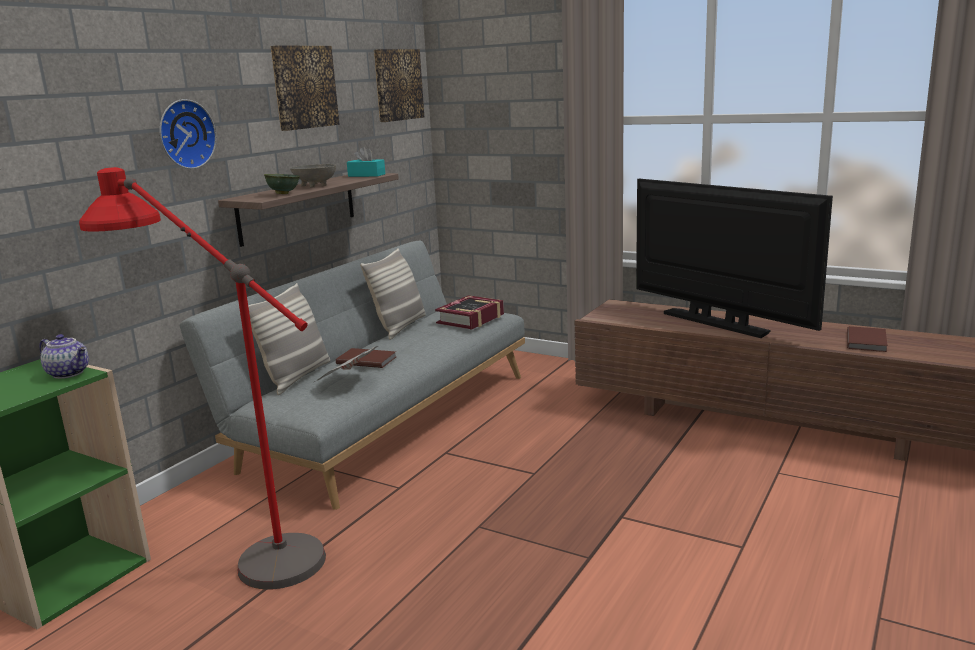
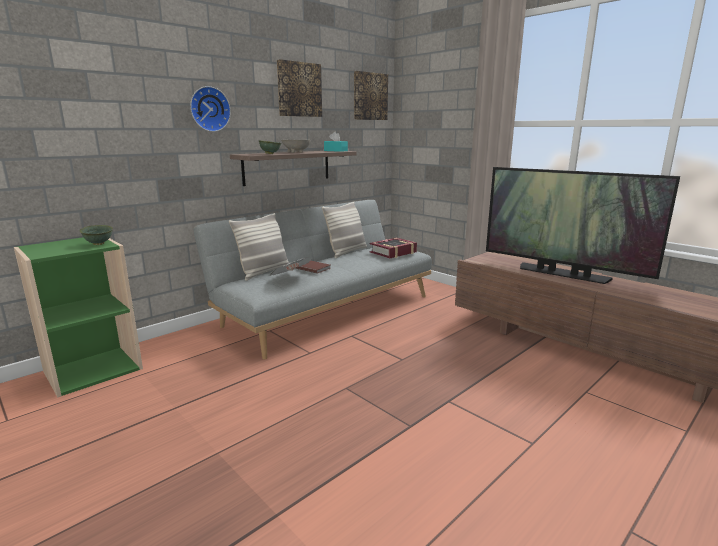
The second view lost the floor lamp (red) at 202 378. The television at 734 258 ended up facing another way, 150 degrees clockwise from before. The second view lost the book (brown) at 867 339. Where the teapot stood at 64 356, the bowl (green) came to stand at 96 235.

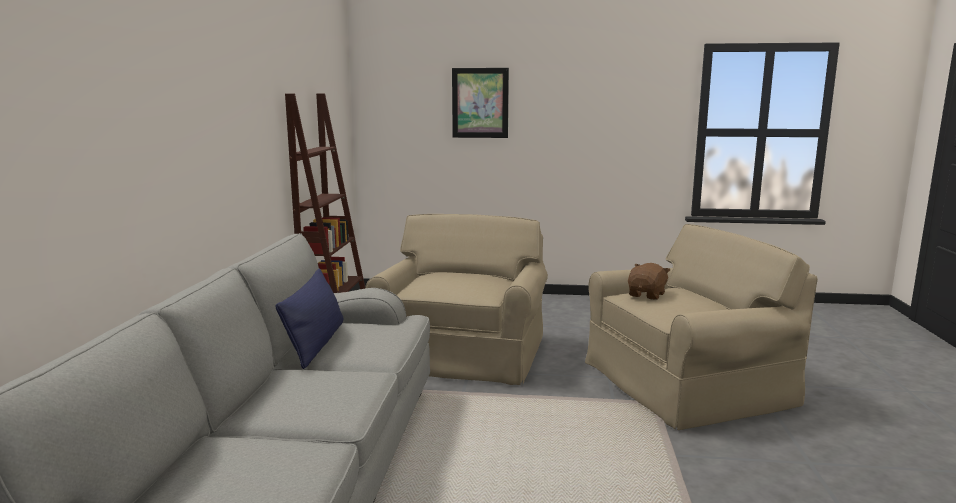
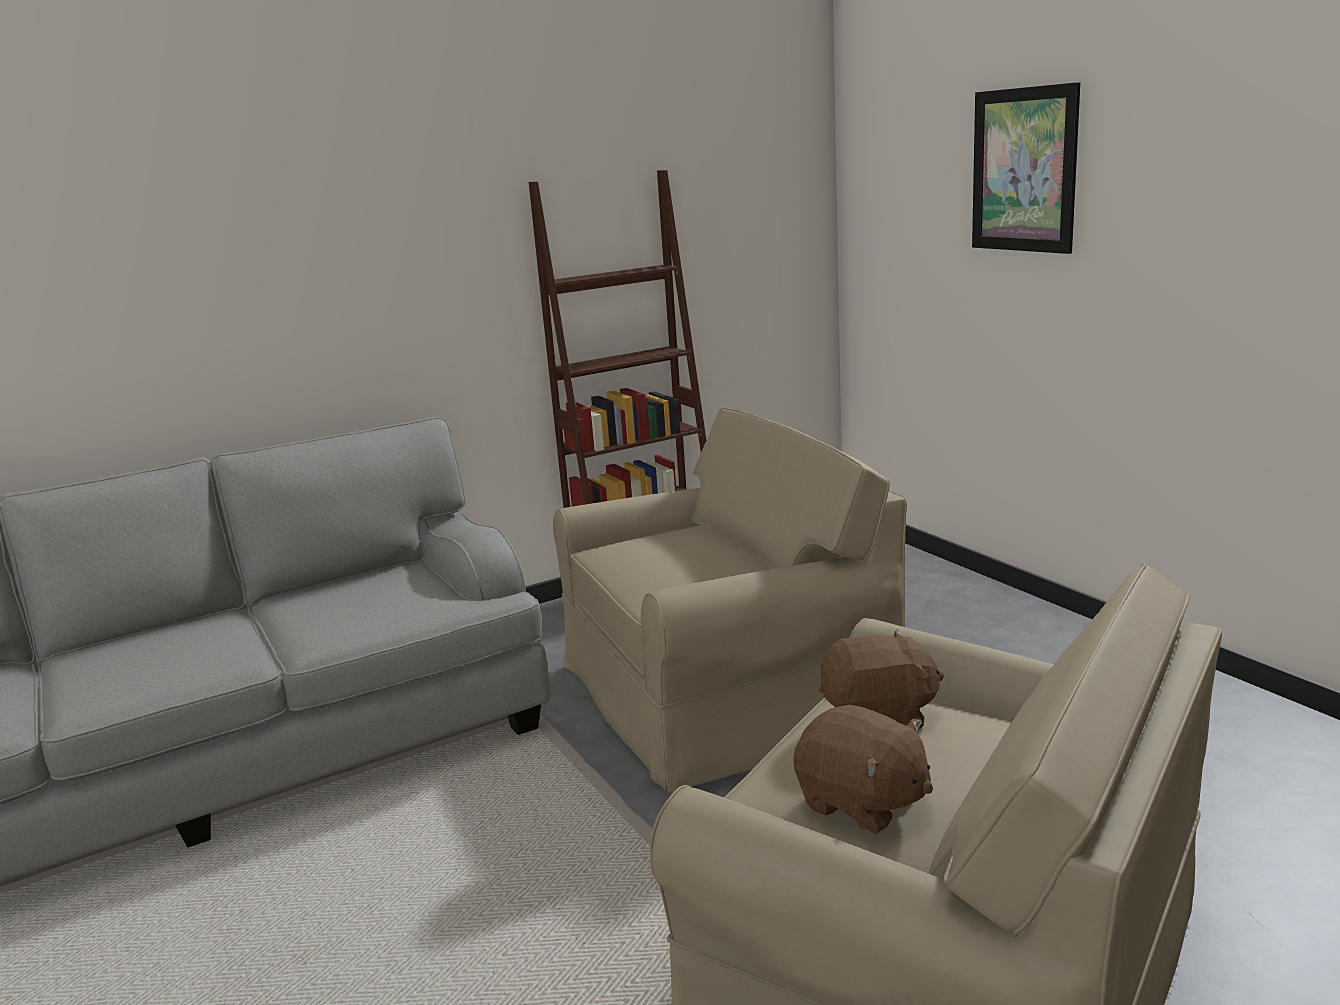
The second view lost the pillow (blue) at 309 318. The second view gained the plush toy (brown) at 863 769.

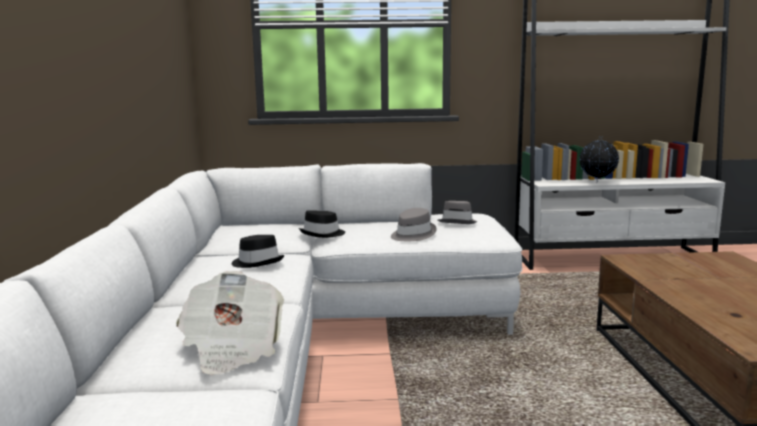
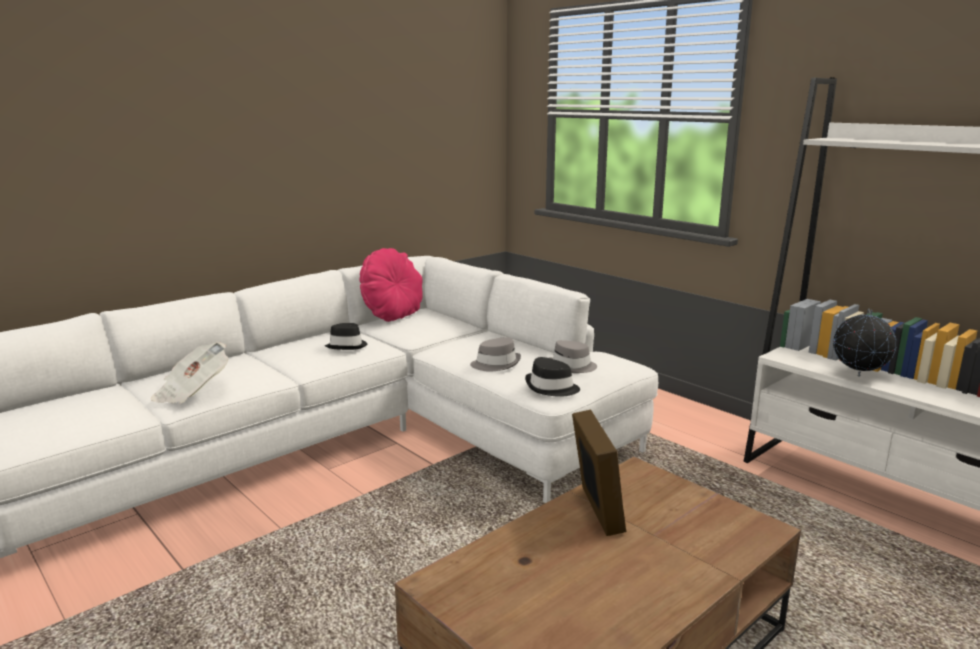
The hat (black) ended up elsewhere, having gone from 322 224 to 552 377. The second view gained the pillow (pink) at 391 285. The second view gained the picture frame at 599 473.

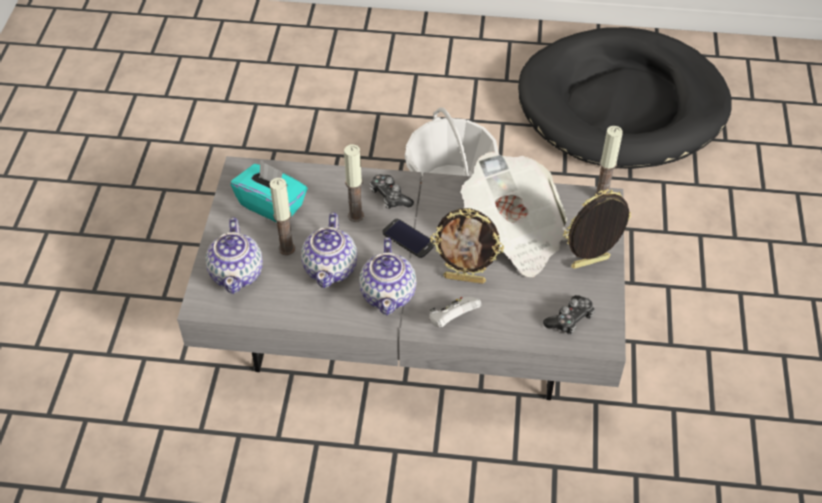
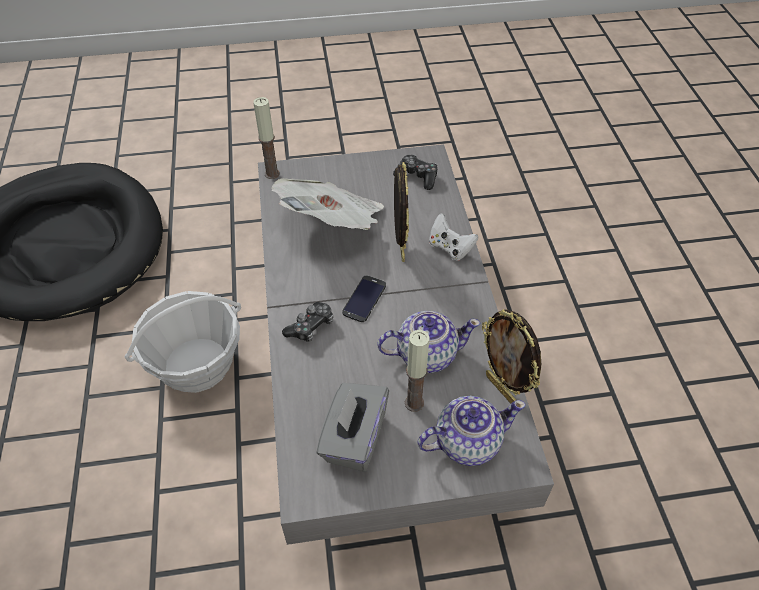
The second view lost the candle at 354 183. What was the tissue box (turquoise) at 269 191 turned into the tissue box (grey) at 352 427. The picture frame ended up elsewhere, having gone from 597 229 to 511 356. The second view lost the teapot at 387 276.

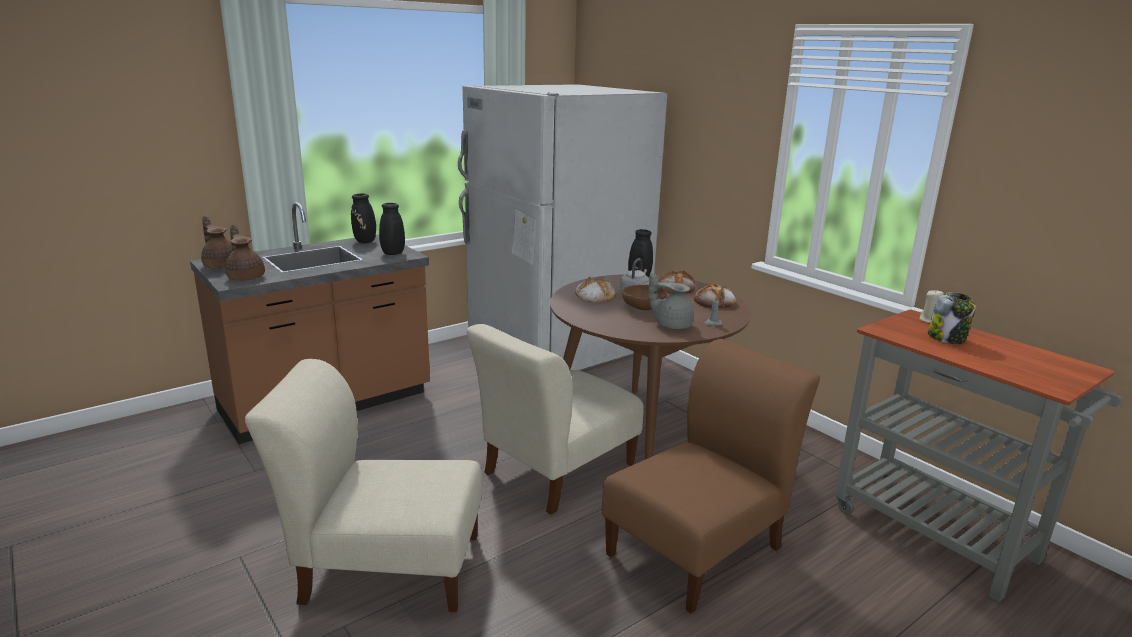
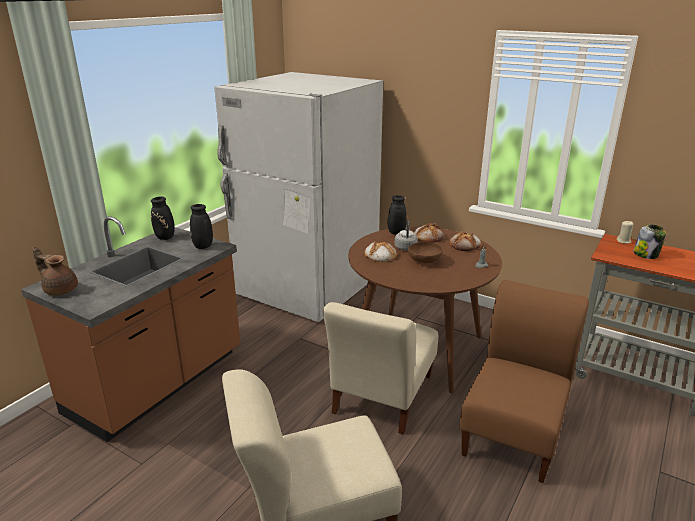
The second view lost the teapot (brown) at 245 253. The second view lost the teapot (grey) at 671 301.

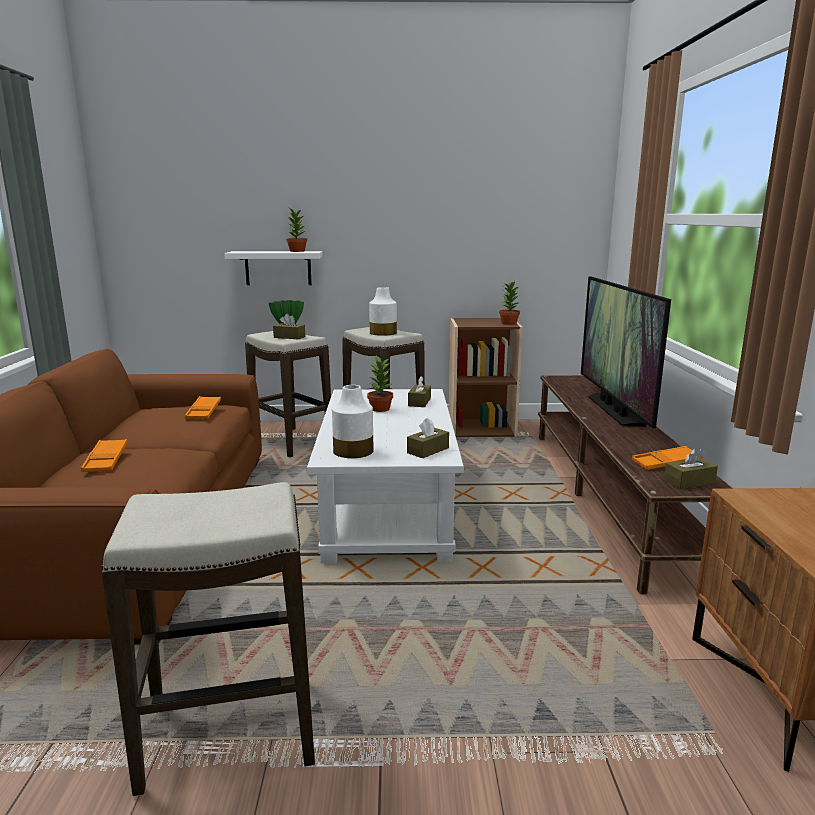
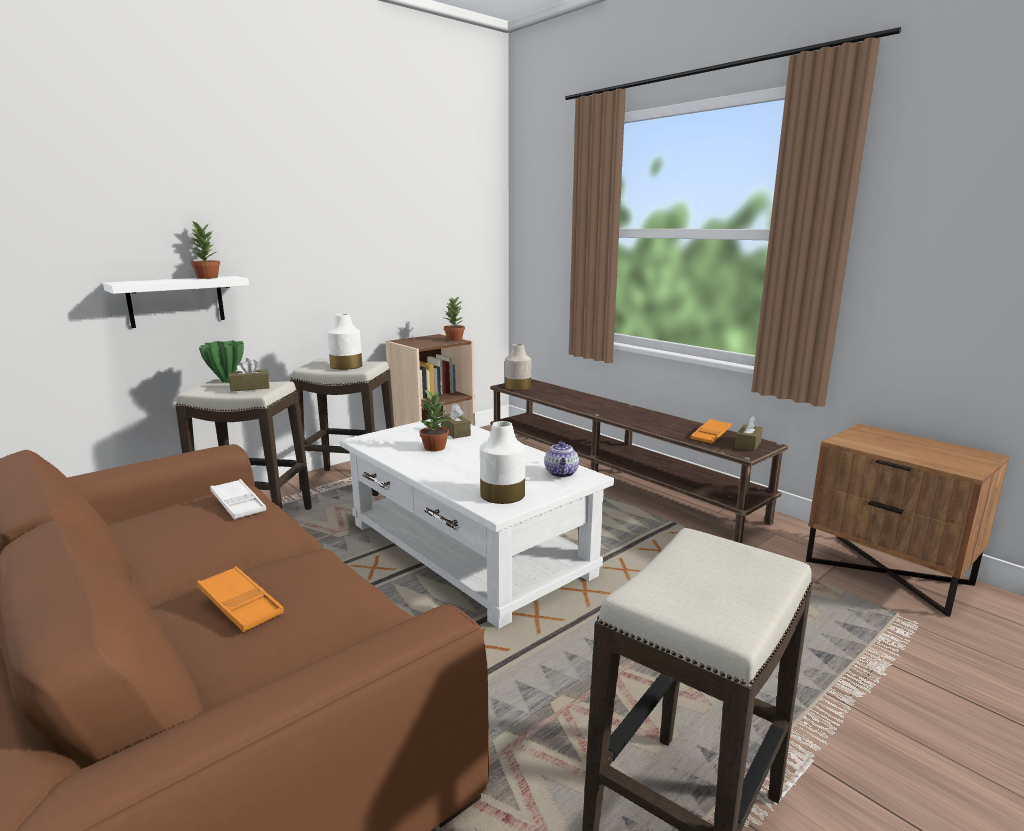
The second view lost the television at 626 352. What was the tray (orange) at 203 407 turned into the tray (white) at 238 499. Where the tissue box (brown) stood at 428 438, the teapot came to stand at 561 459. The second view gained the vase (beige) at 518 367.

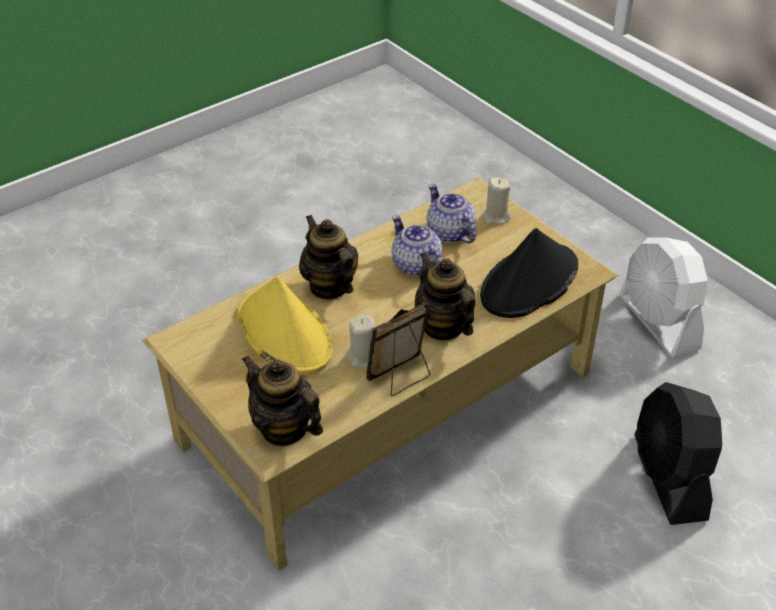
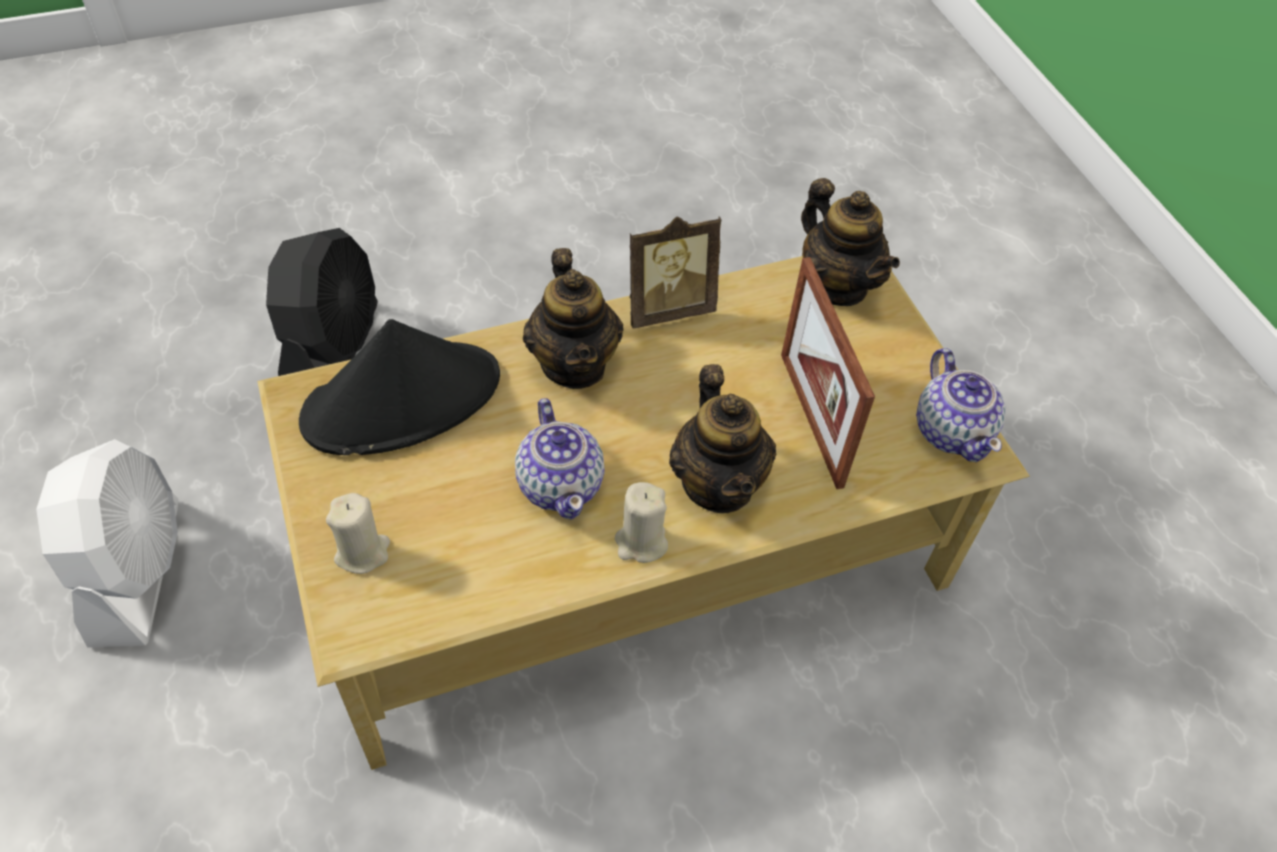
The teapot ended up elsewhere, having gone from 452 213 to 961 405. Where the hat (yellow) stood at 285 325, the picture frame came to stand at 828 373. The candle (beige) ended up elsewhere, having gone from 360 341 to 641 522.

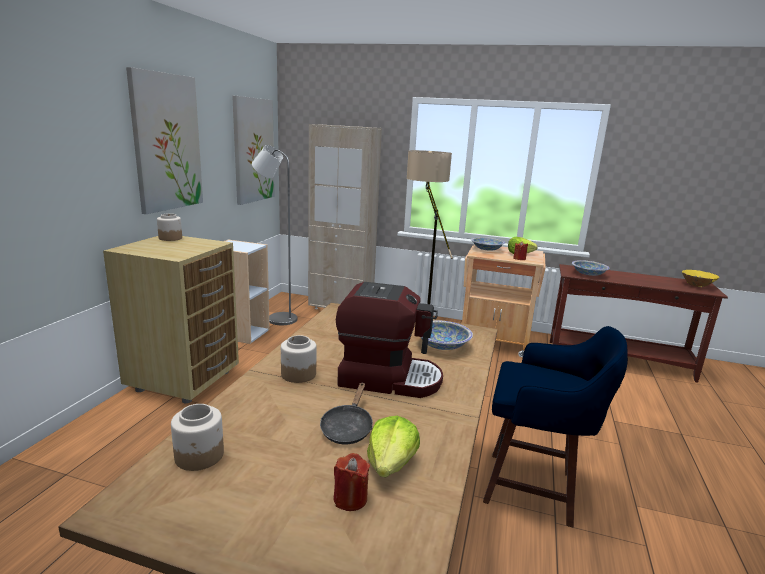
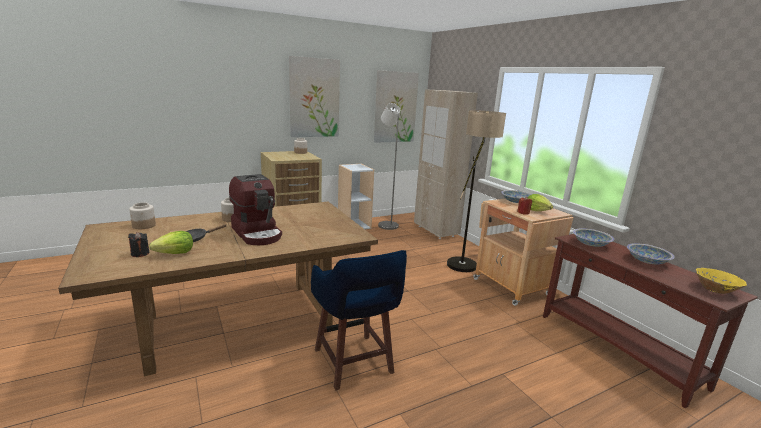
The bowl ended up elsewhere, having gone from 447 335 to 651 254. What was the candle (red) at 351 482 turned into the candle (black) at 138 244.

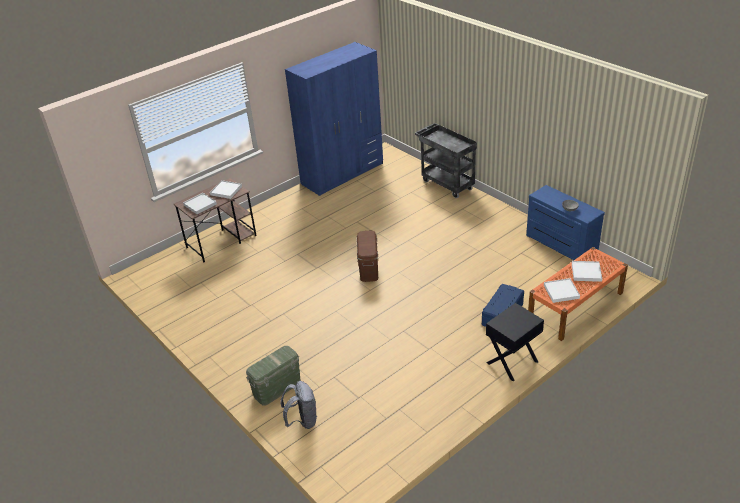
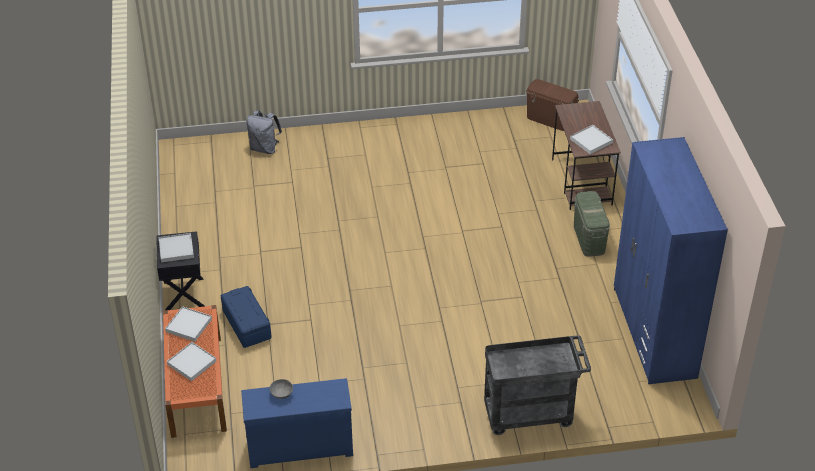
The tray (white) ended up elsewhere, having gone from 200 203 to 176 248. The storage box (brown) ended up elsewhere, having gone from 367 256 to 552 105. The storage box (green) ended up elsewhere, having gone from 273 376 to 592 224.

